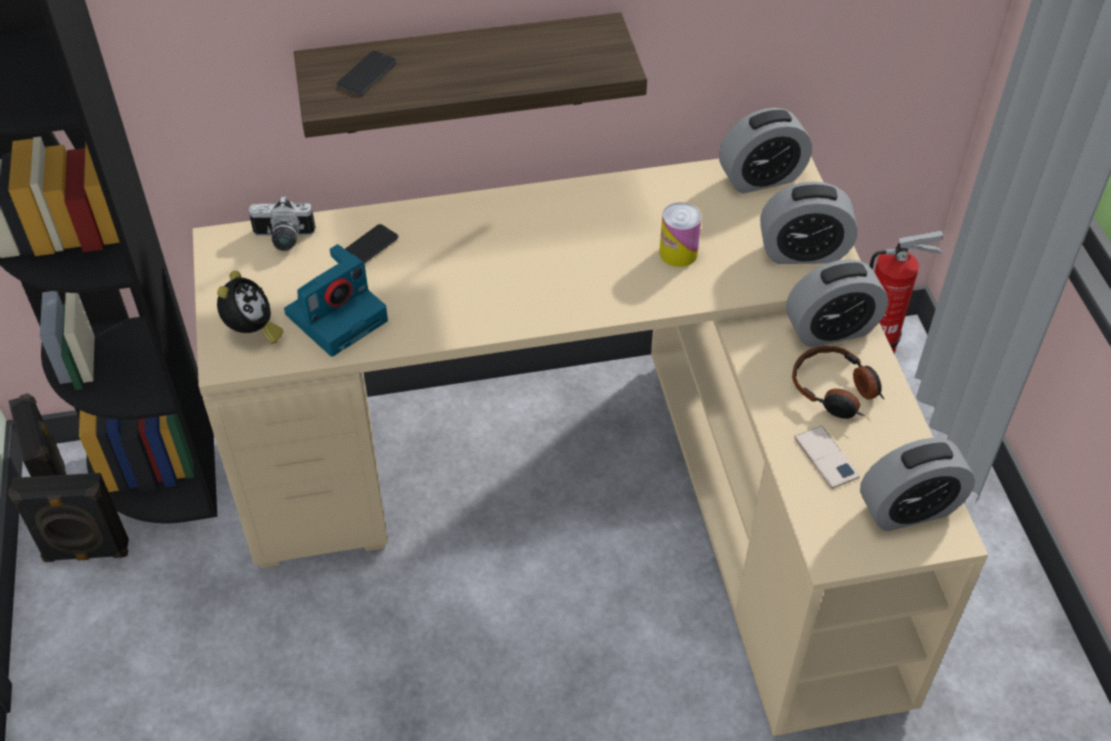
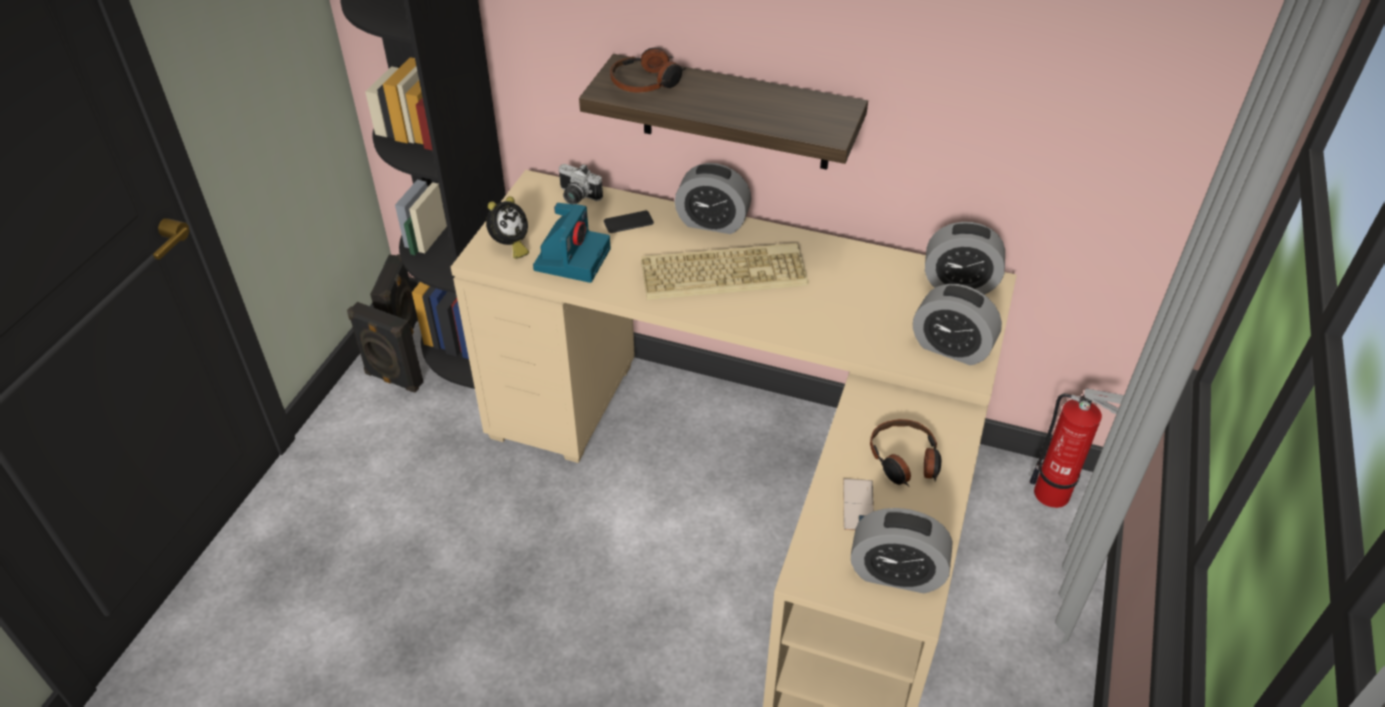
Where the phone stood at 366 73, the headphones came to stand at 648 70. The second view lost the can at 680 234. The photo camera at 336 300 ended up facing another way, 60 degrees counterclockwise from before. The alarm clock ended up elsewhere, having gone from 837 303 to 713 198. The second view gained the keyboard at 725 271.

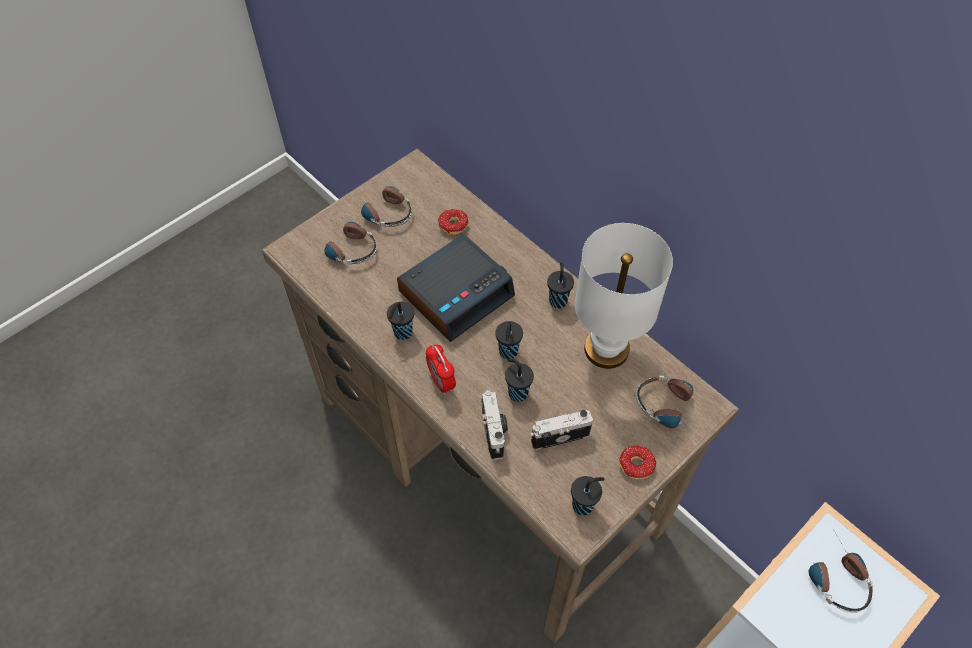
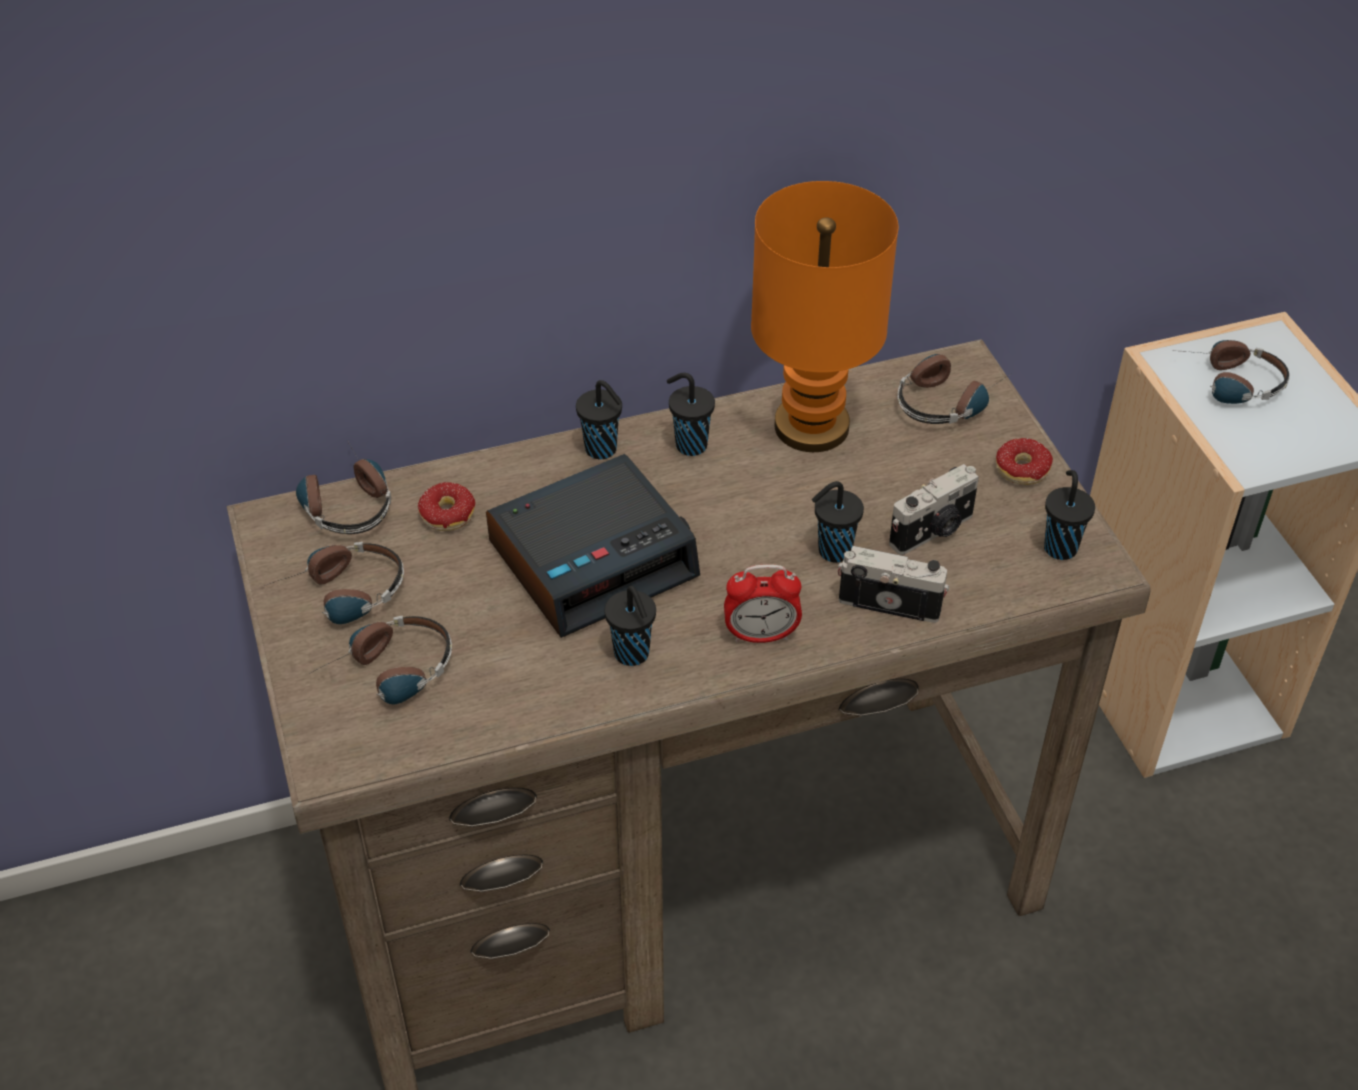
What was the table lamp (white) at 624 296 turned into the table lamp (orange) at 824 316. The alarm clock at 456 288 ended up facing another way, 75 degrees clockwise from before. The cup (black) ended up elsewhere, having gone from 509 340 to 599 419. The photo camera at 562 430 ended up facing another way, 135 degrees counterclockwise from before. The second view gained the headphones at 343 487.

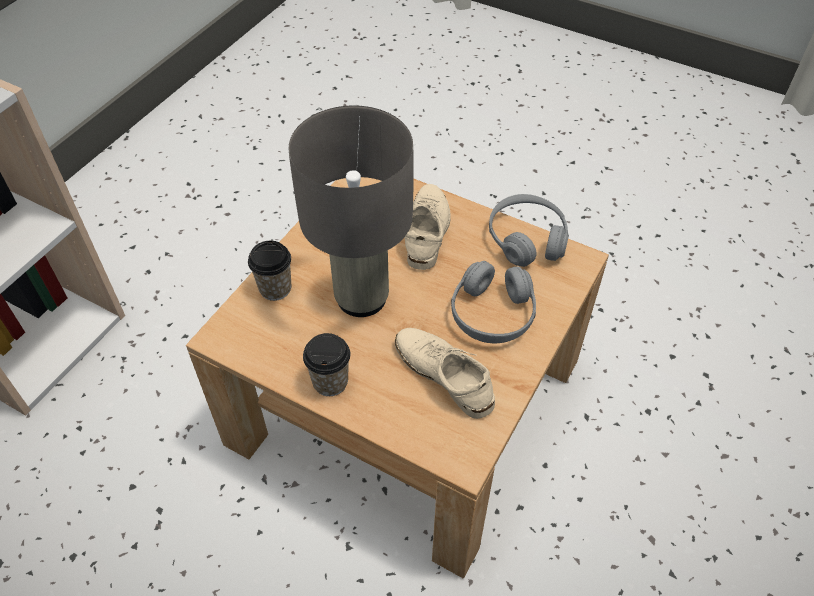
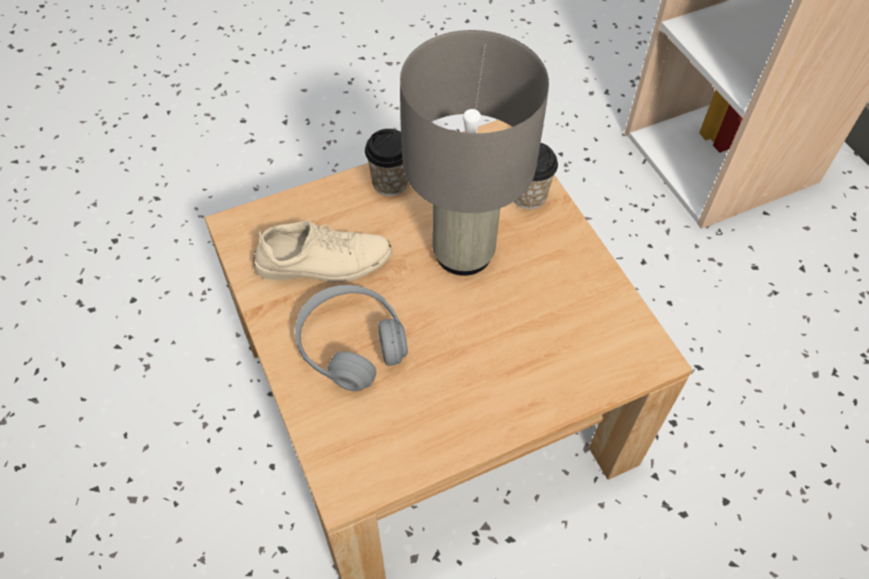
The second view lost the shoe (beige) at 428 227. The second view lost the headphones (grey) at 529 230.

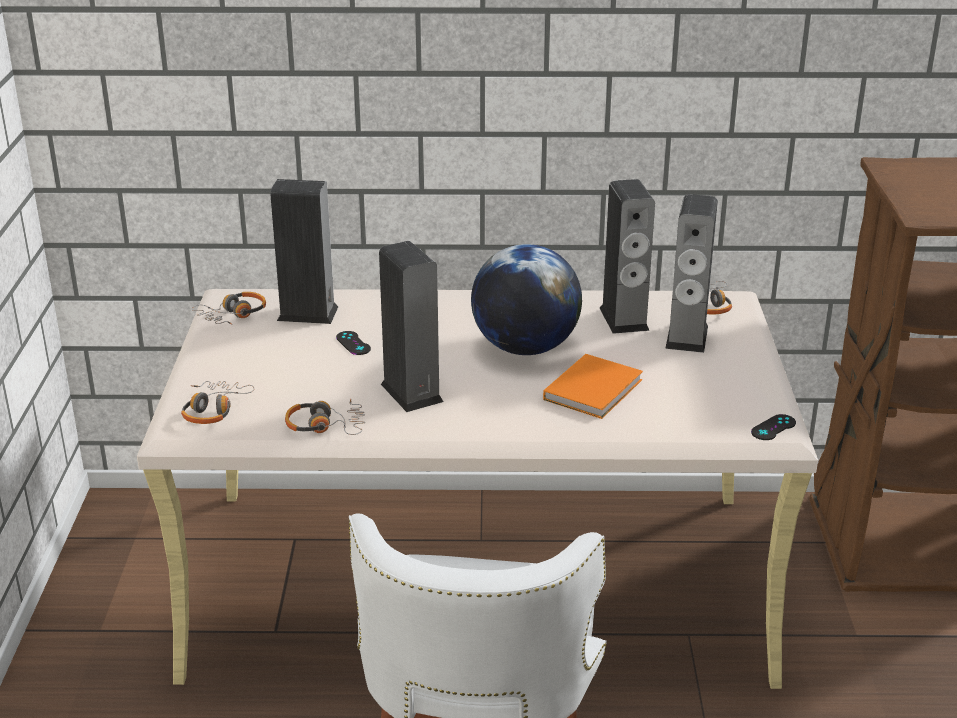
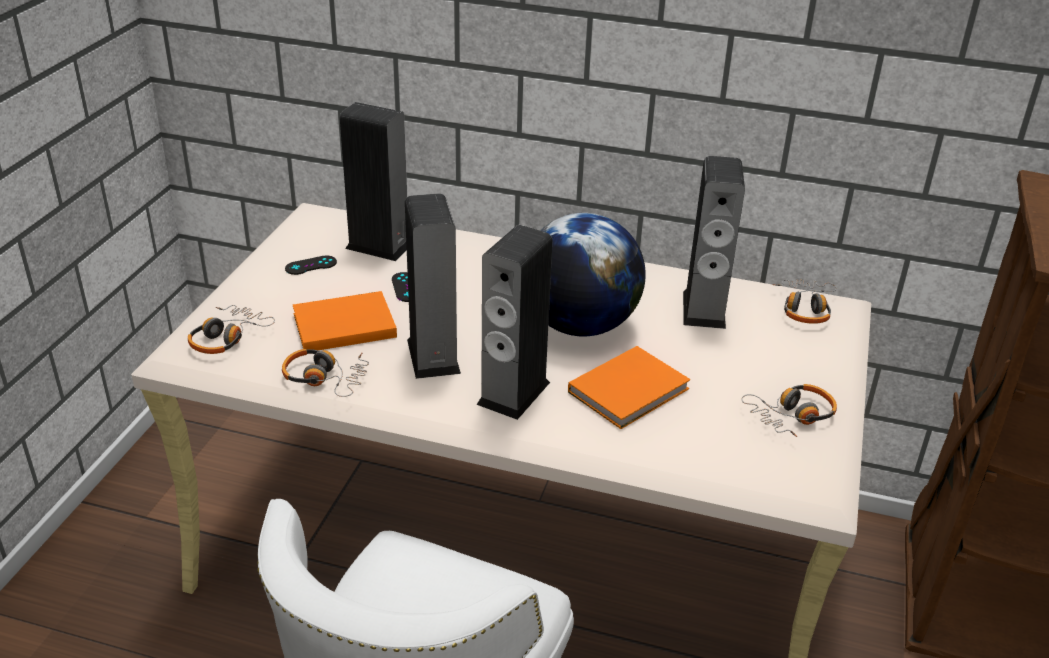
The speaker ended up elsewhere, having gone from 691 273 to 514 322. The headphones ended up elsewhere, having gone from 229 308 to 789 410. The game controller (black) ended up elsewhere, having gone from 773 427 to 311 265. The second view gained the book (orange) at 345 320.

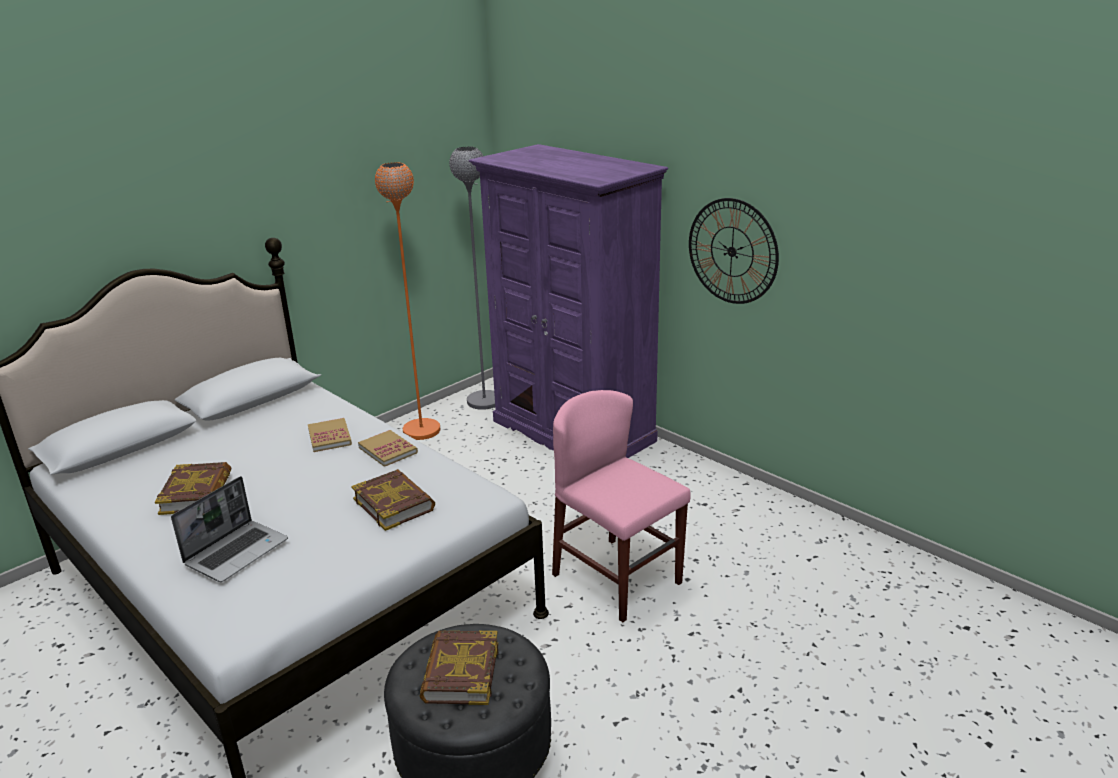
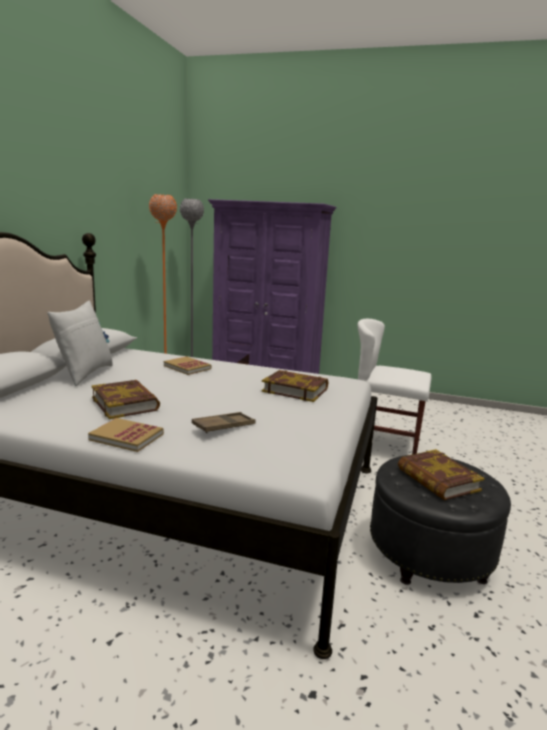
The second view lost the wall clock at 734 251. What was the chair (pink) at 621 506 turned into the chair (white) at 394 387. The book ended up elsewhere, having gone from 388 448 to 126 435. Where the laptop stood at 229 529, the tray (brown) came to stand at 224 422. The second view gained the pillow (grey) at 80 343.

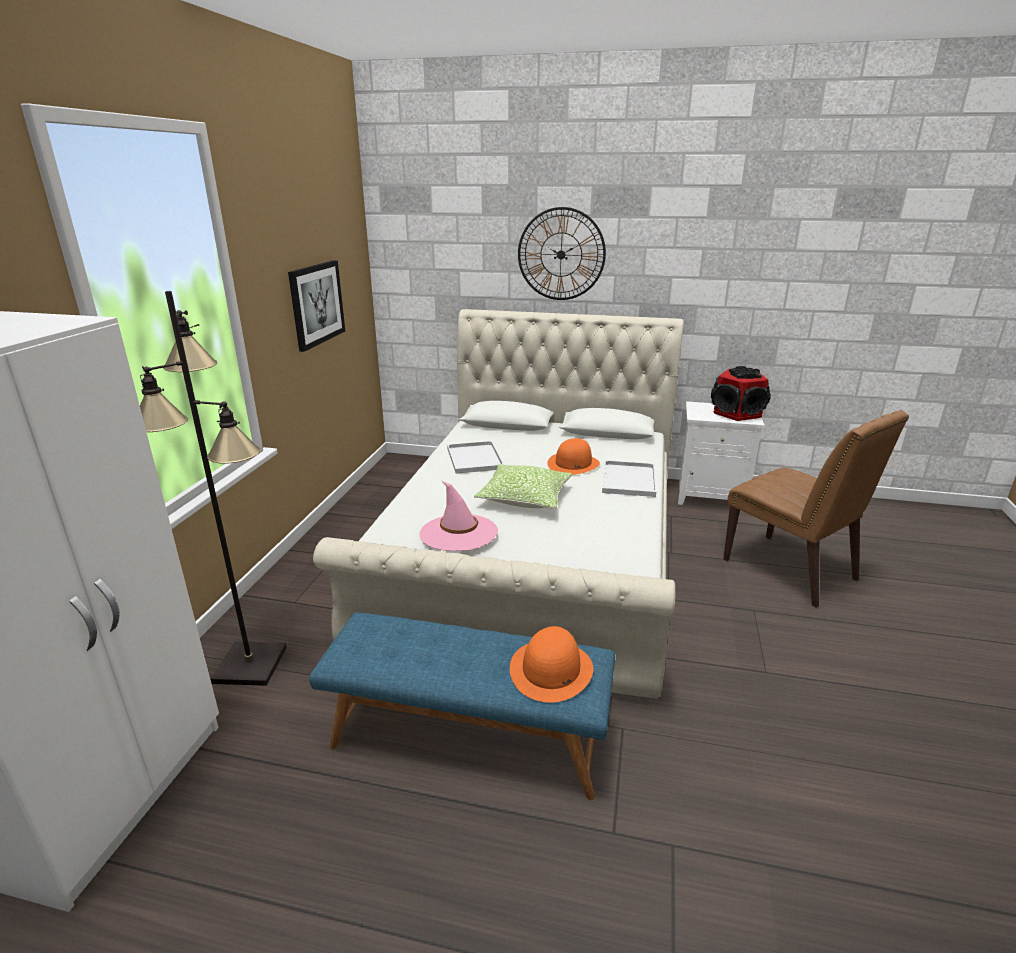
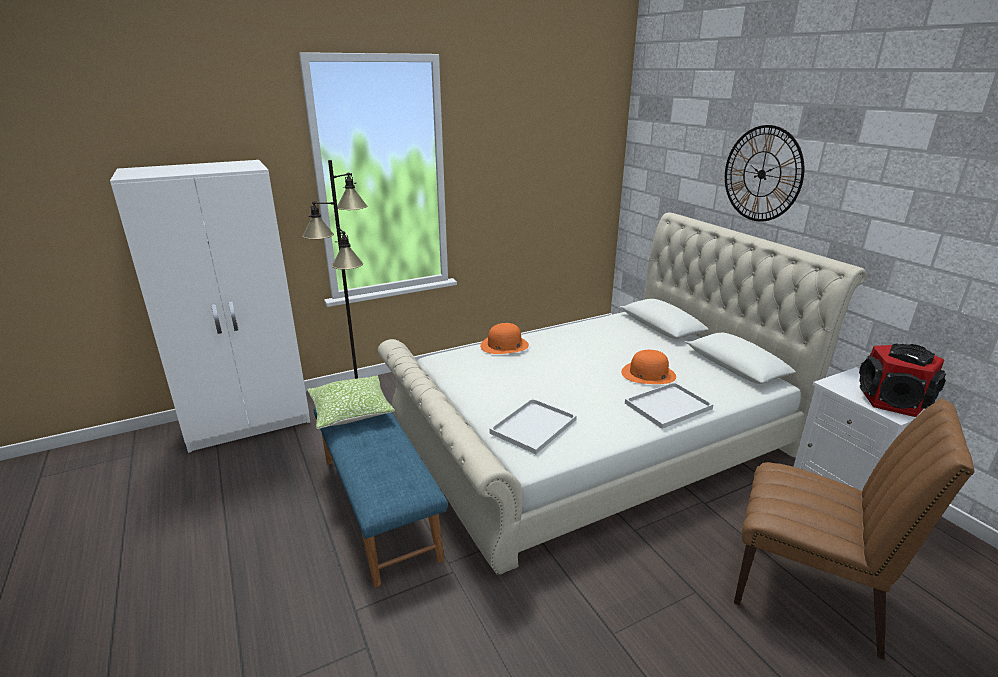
The second view lost the picture at 316 306. The chair (brown) at 816 509 ended up facing another way, 75 degrees counterclockwise from before. The tray (white) ended up elsewhere, having gone from 475 457 to 533 426. The pillow ended up elsewhere, having gone from 523 486 to 351 402. The second view lost the hat (pink) at 459 516. The hat (orange) ended up elsewhere, having gone from 551 664 to 504 338.

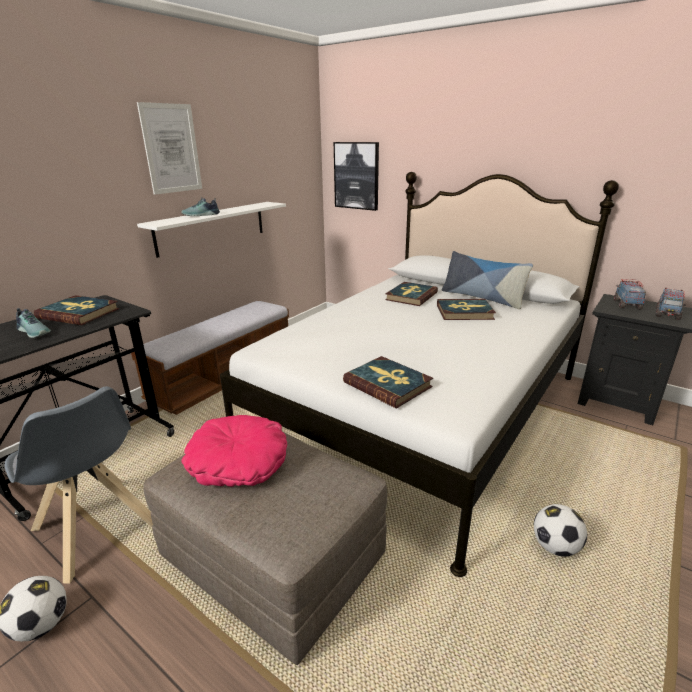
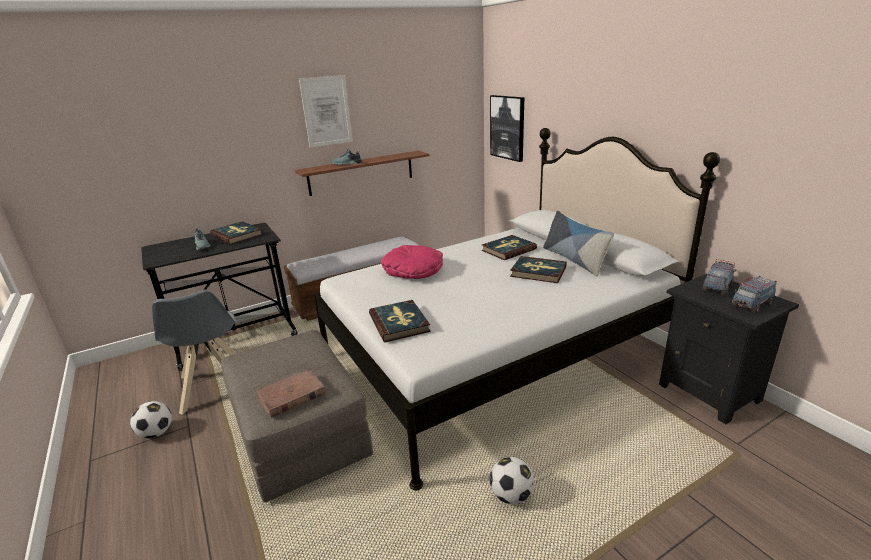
What was the shelf (white) at 211 230 turned into the shelf (brown) at 362 173. The pillow (pink) ended up elsewhere, having gone from 234 451 to 412 262. The second view gained the book (brown) at 291 393.

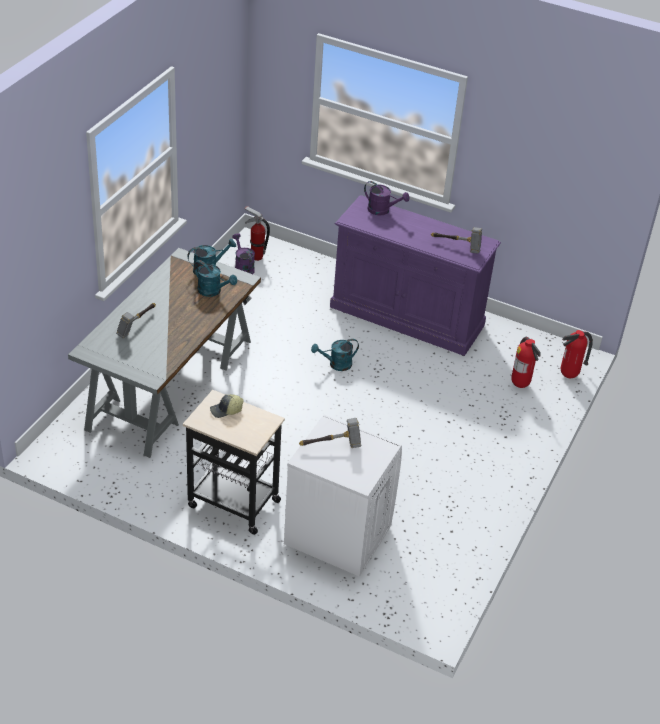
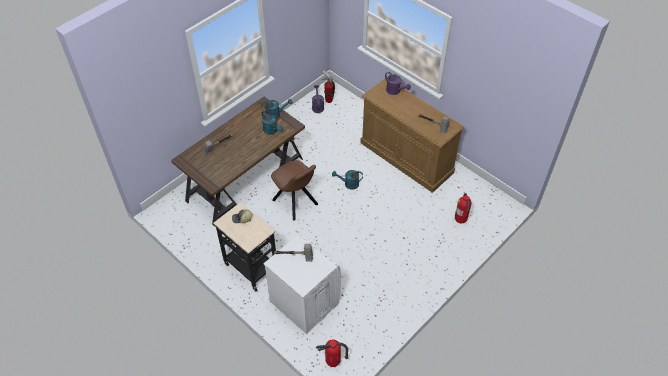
What was the cabinet (purple) at 415 275 turned into the cabinet (brown) at 412 136. What was the desk (grey) at 164 353 turned into the desk (brown) at 238 162. The fire extinguisher ended up elsewhere, having gone from 577 354 to 332 353. The second view gained the chair (brown) at 294 190.

